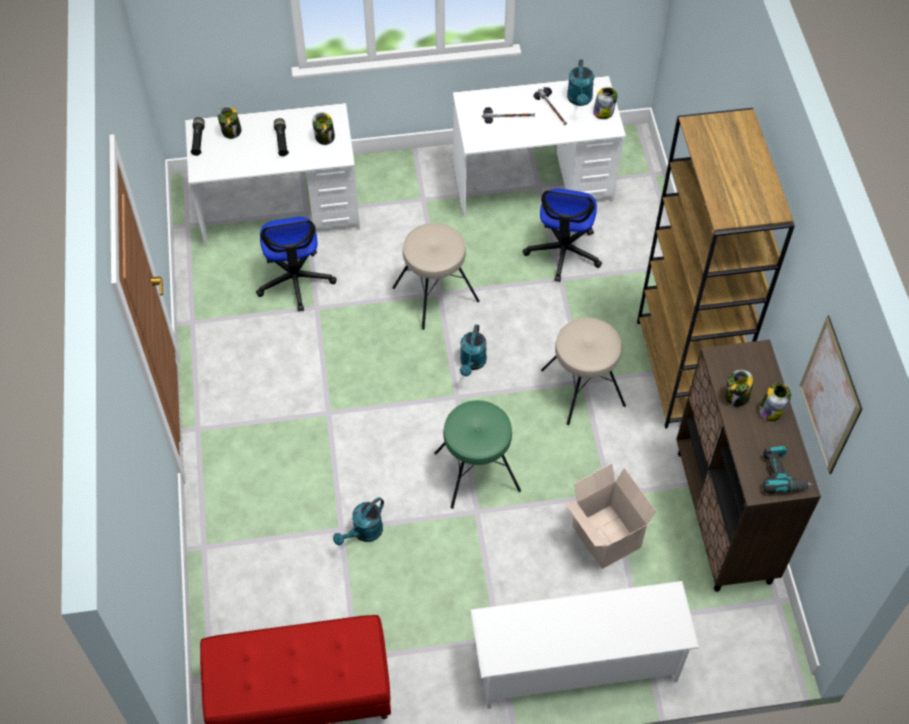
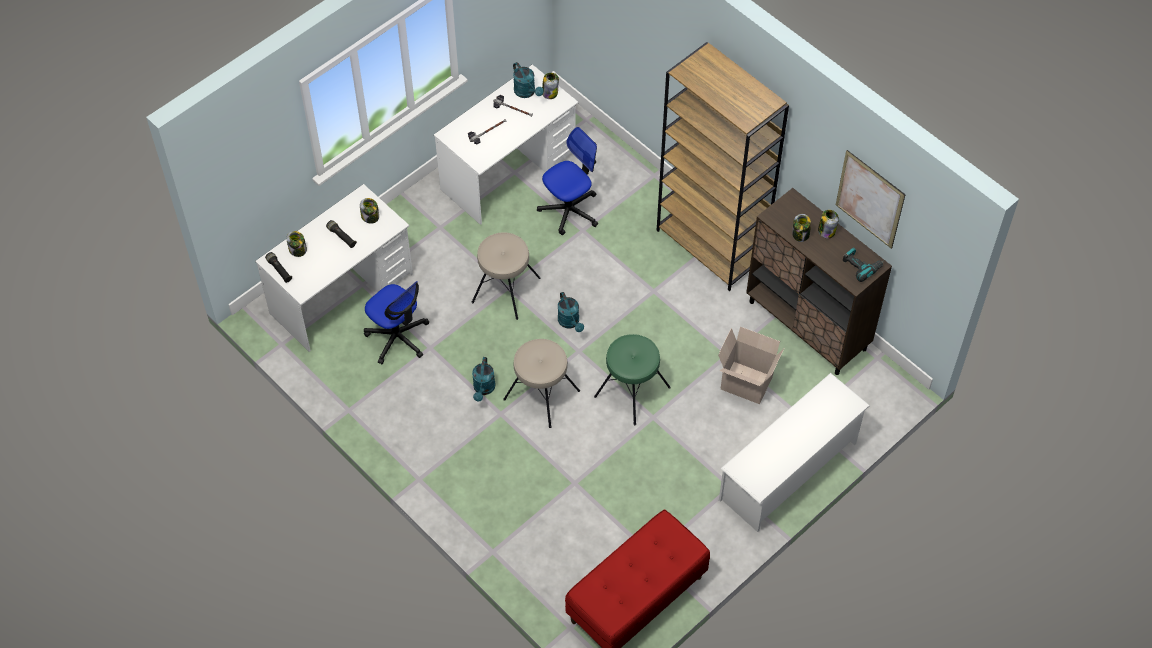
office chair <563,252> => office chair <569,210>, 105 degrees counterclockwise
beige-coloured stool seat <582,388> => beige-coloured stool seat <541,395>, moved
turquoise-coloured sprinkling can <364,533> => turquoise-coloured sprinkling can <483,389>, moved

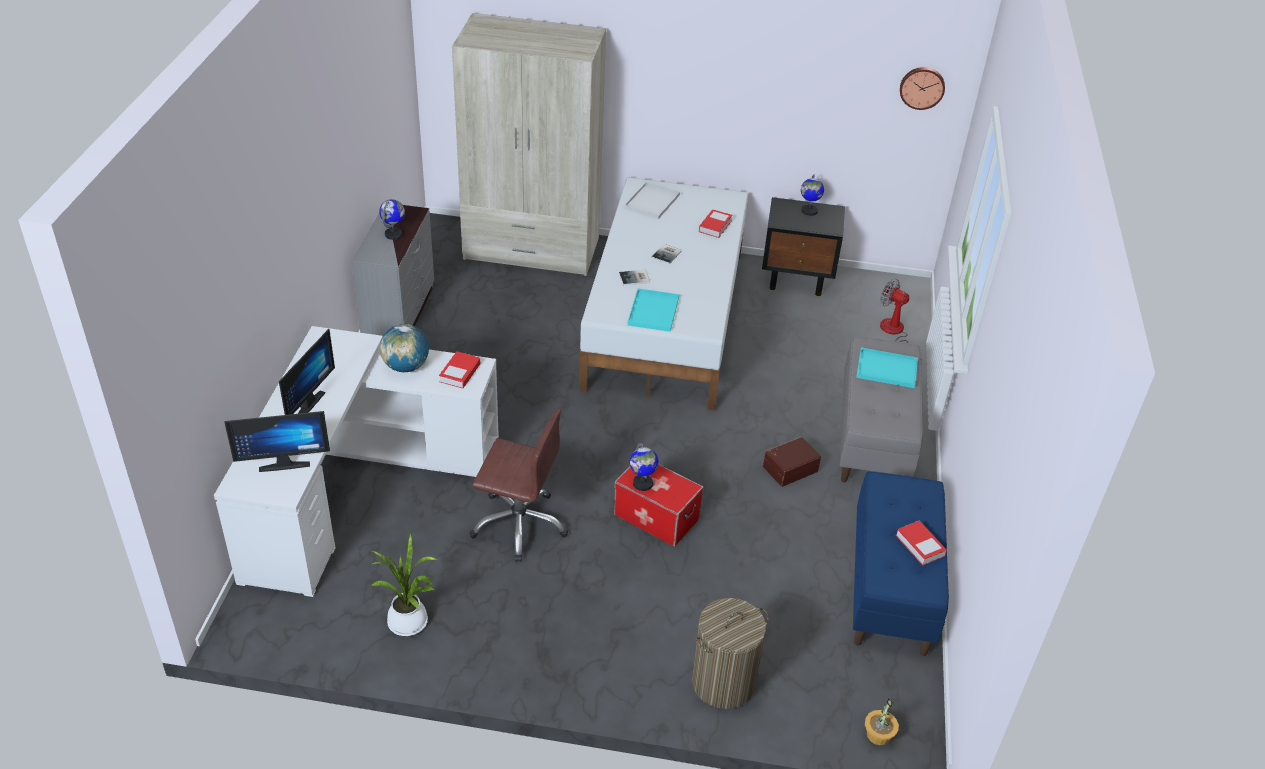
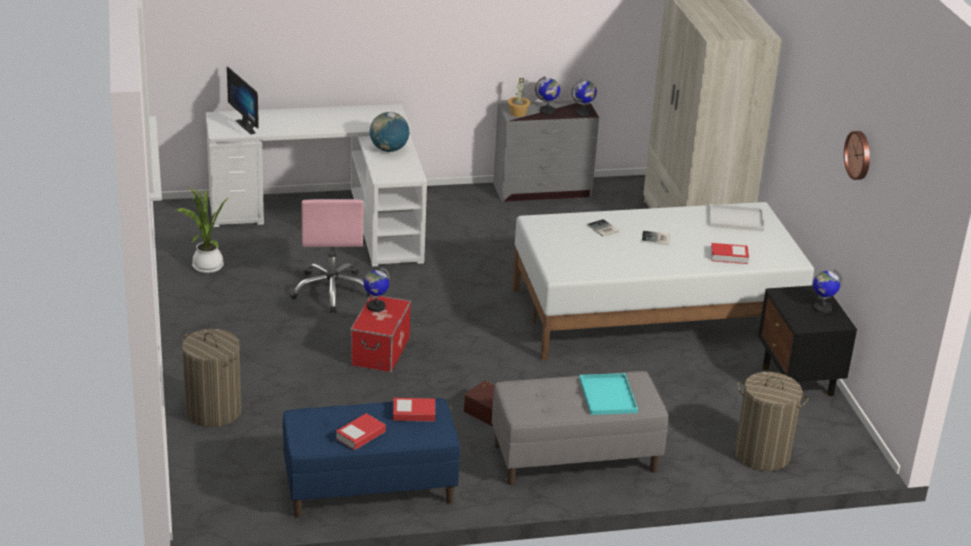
hanging clock <922,87> => hanging clock <859,155>, moved
fan <893,332> => hamper <762,454>
turquoise-coloured carrying tray <654,312> => nothing
computer screen <305,404> => nothing
book <460,373> => book <414,413>, moved
brownish office chair <519,524> => pink-coloured office chair <332,291>
houseplant <878,734> => houseplant <518,113>, moved
nothing => globe <583,113>

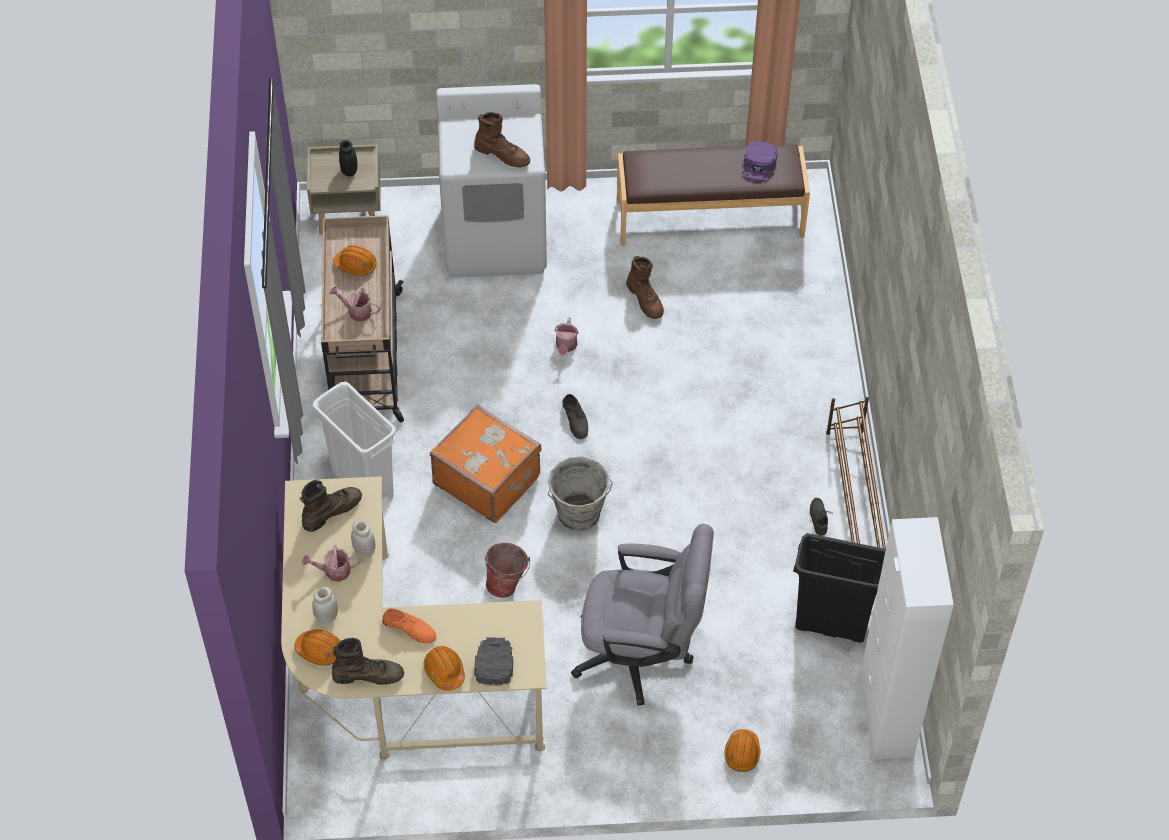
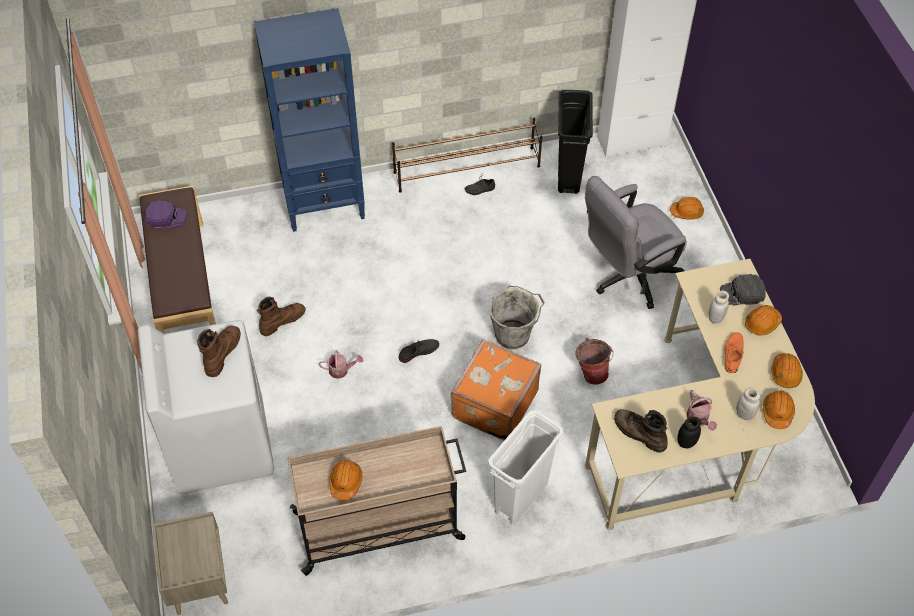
black storage jar <349,171> => black storage jar <686,442>, moved
sprinkling can <356,311> => nothing
white-coloured storage jar <364,551> => white-coloured storage jar <715,318>, moved
greyish office chair <642,655> => greyish office chair <628,277>, 120 degrees counterclockwise
brownish boot <368,674> => orangey hard hat <785,373>
nothing => bluish shelving unit <325,204>

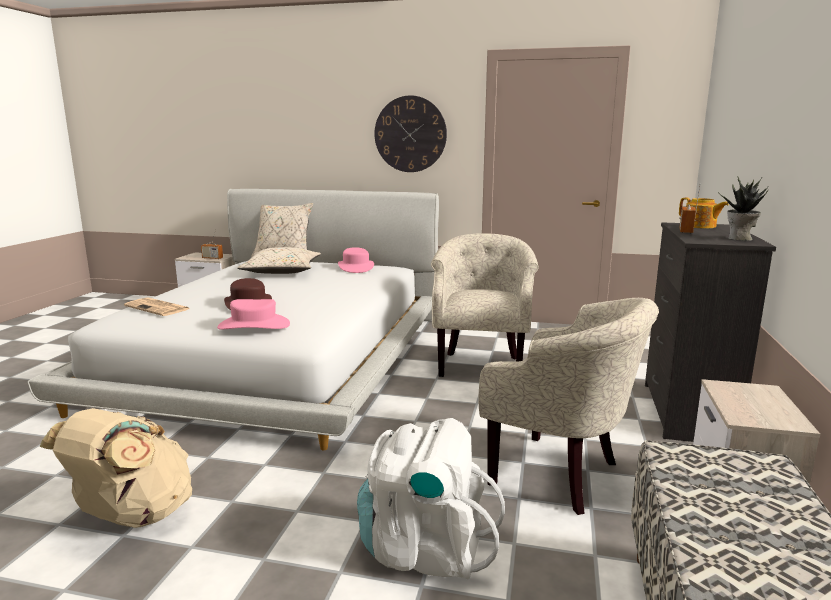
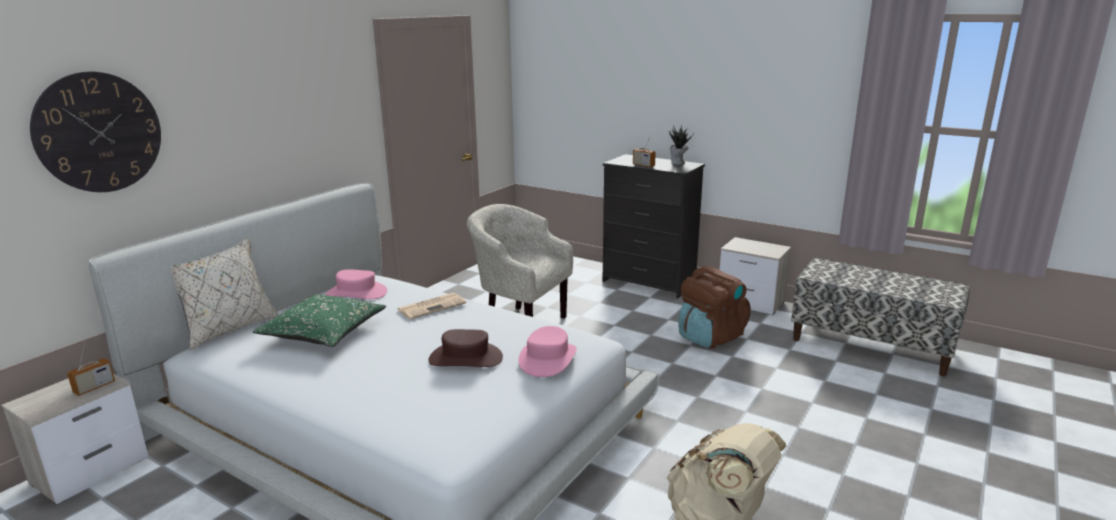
hanging clock <410,134> => hanging clock <99,132>, moved
pot for tea <700,226> => nothing
beige-coloured cushion <281,272> => green-coloured cushion <324,333>
printed paper <158,308> => printed paper <432,306>, moved
beige-coloured lounge chair <562,475> => brownish rucksack <710,337>
white-coloured rucksack <425,549> => nothing

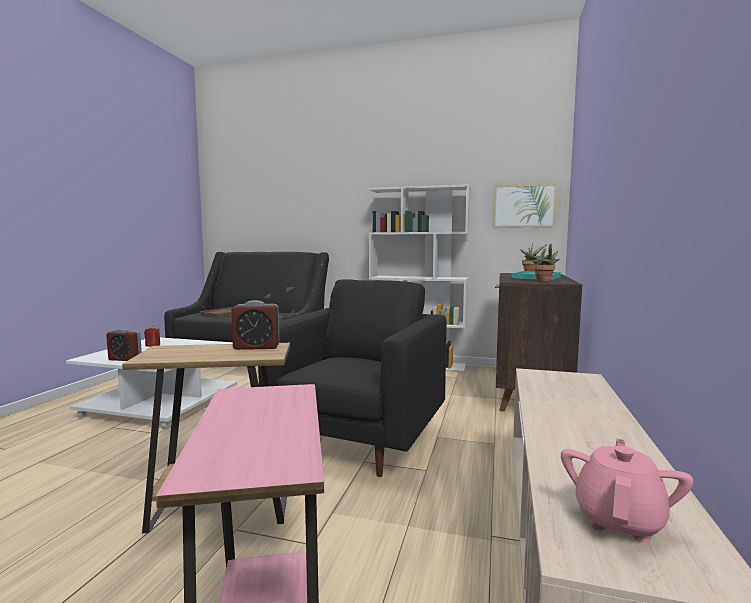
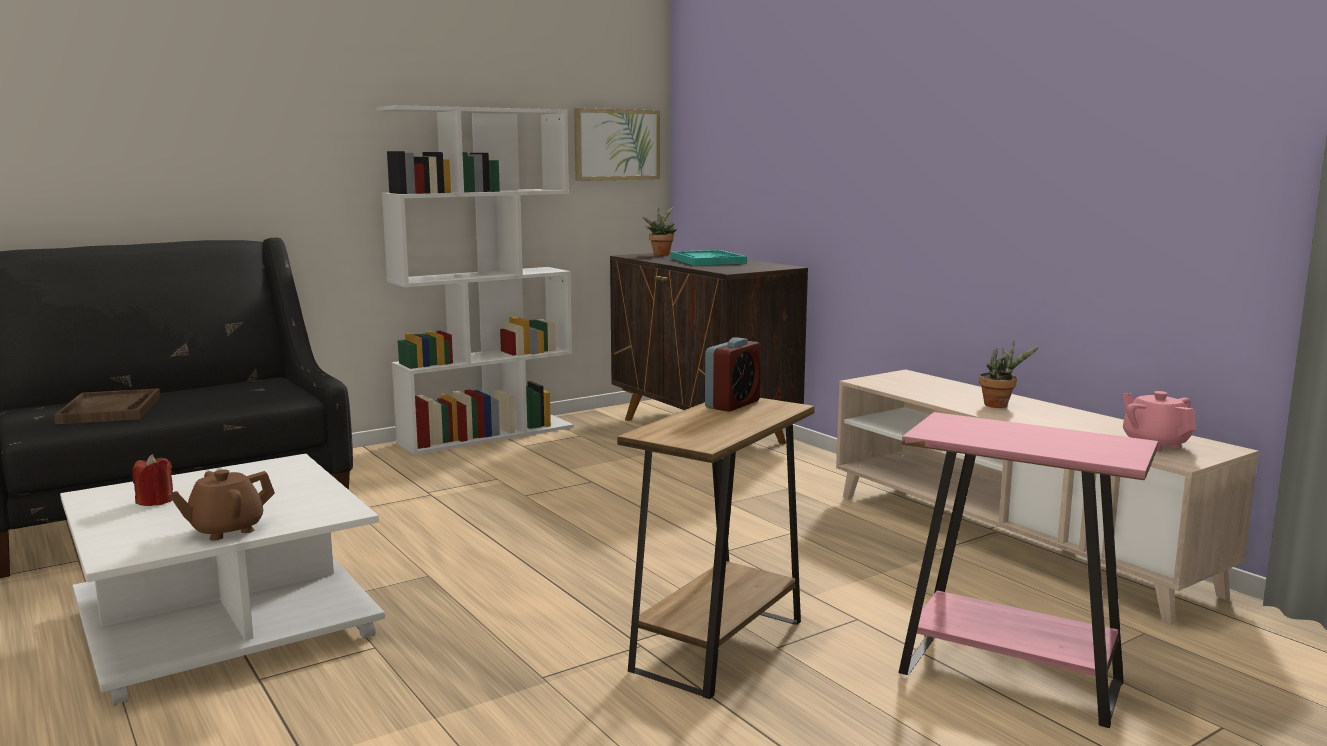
houseplant <544,281> => houseplant <999,405>, moved
black lounge chair <359,440> => nothing
table clock <125,359> => brownish pot for tea <226,530>

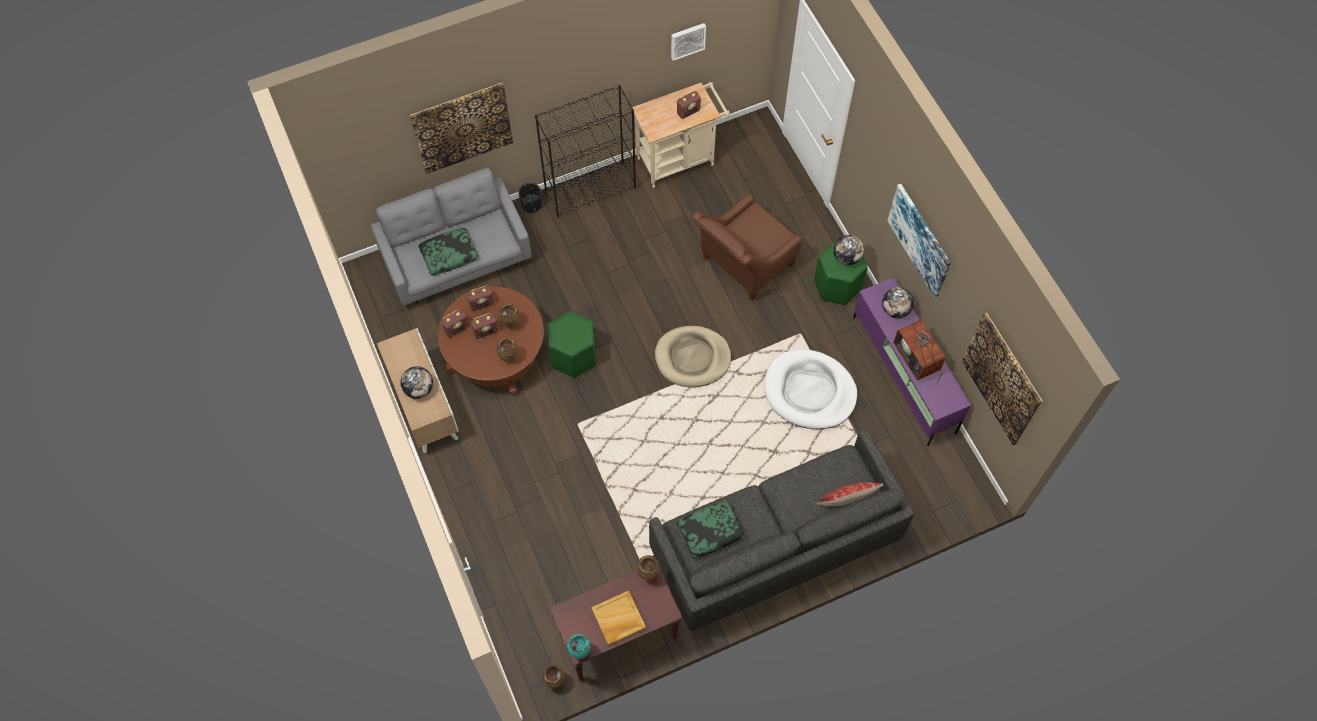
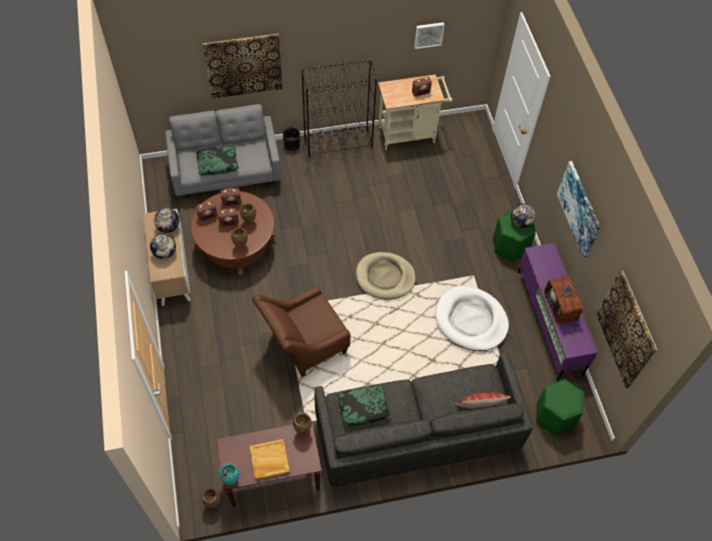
brownish lounge chair <743,265> => brownish lounge chair <303,345>, moved
globe <895,310> => globe <168,227>, moved
green-coloured stool seat <573,356> => green-coloured stool seat <554,416>, moved

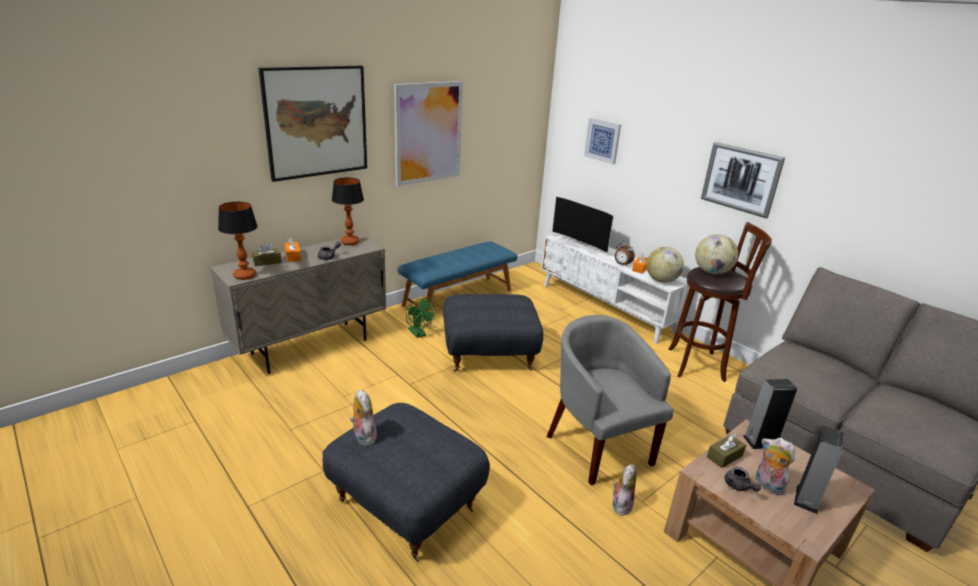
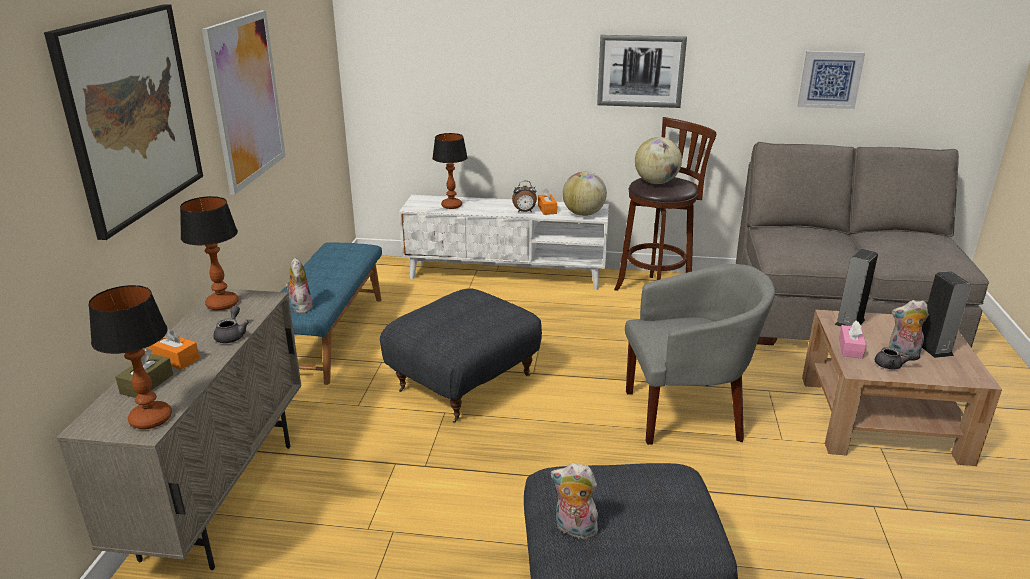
picture <602,140> => picture <830,79>, moved
television <581,244> => tabletop lamp <452,205>
green-coloured fan <419,334> => nothing
greyish lounge chair <598,445> => greyish lounge chair <687,413>, 150 degrees clockwise
brownish box of tissues <724,456> => pink-coloured box of tissues <850,348>
plush toy <620,504> => plush toy <300,307>, moved

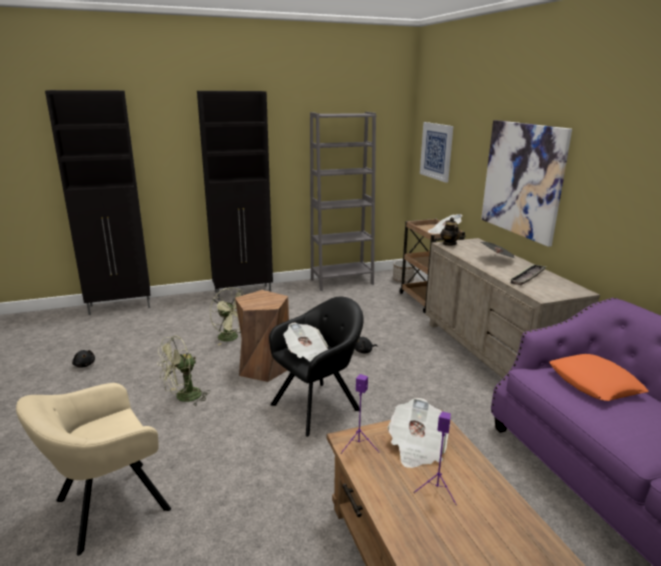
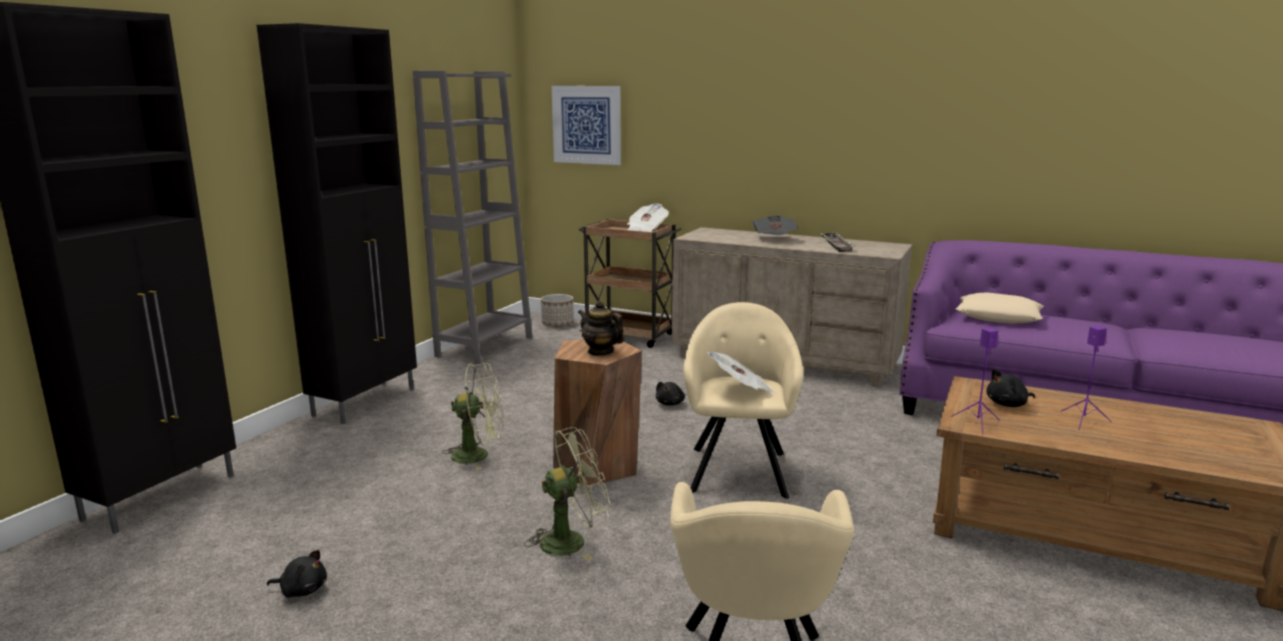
picture <522,179> => nothing
pot for tea <449,244> => pot for tea <600,351>, moved
black lounge chair <318,406> => beige-coloured lounge chair <738,469>
green-coloured fan <183,397> => green-coloured fan <571,540>, 120 degrees counterclockwise
orangey cushion <594,383> => beige-coloured cushion <998,316>
printed paper <416,447> => black plush toy <1008,404>

